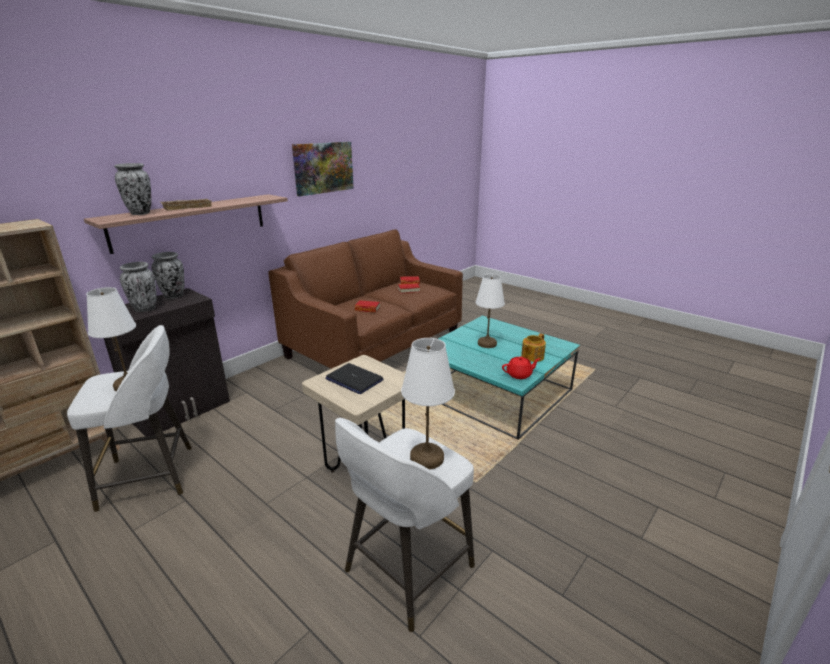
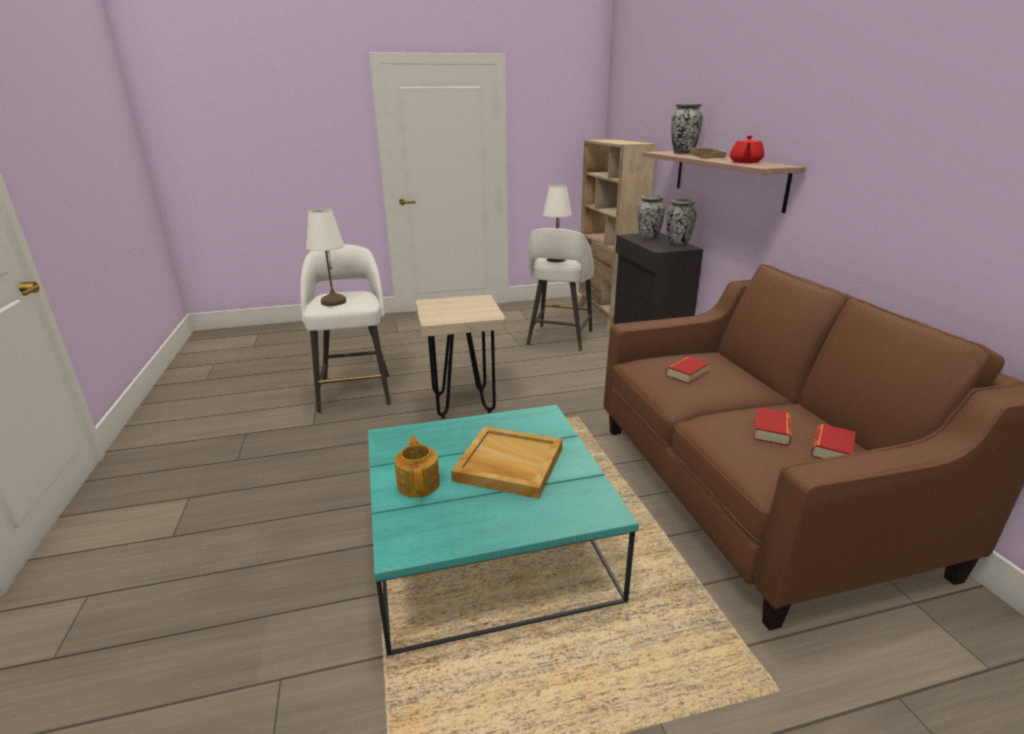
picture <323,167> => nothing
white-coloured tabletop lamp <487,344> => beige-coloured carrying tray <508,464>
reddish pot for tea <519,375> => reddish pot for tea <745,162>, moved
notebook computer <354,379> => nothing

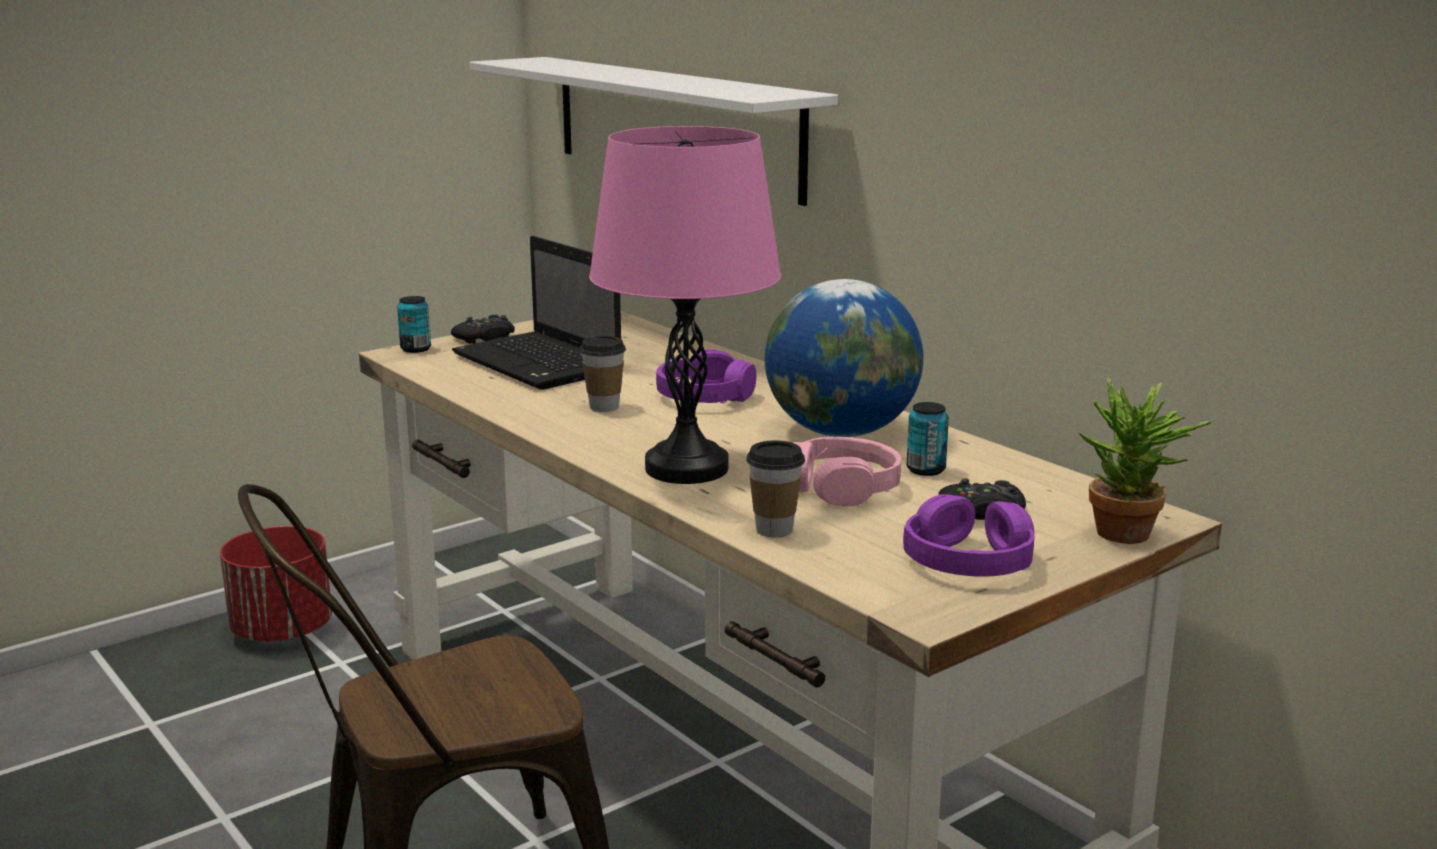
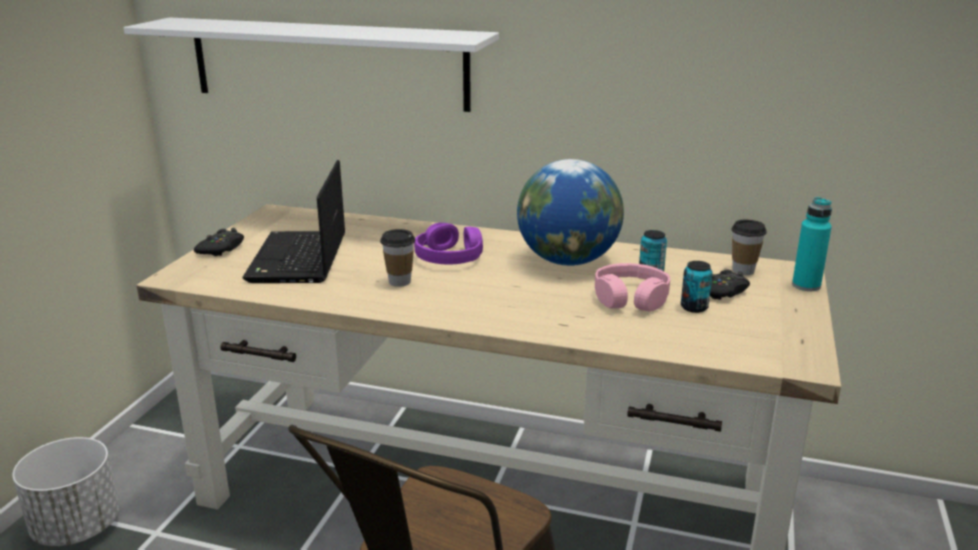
pink-coloured tabletop lamp <686,468> => nothing
notebook computer <540,364> => notebook computer <299,260>, 75 degrees clockwise
sealed can <415,349> => sealed can <694,307>, moved
houseplant <1130,538> => turquoise-coloured drink bottle <806,285>
small cup <774,530> => small cup <743,271>, moved
purple-coloured pair of headphones <968,561> => nothing
reddish flower pot <283,632> => white-coloured flower pot <78,527>

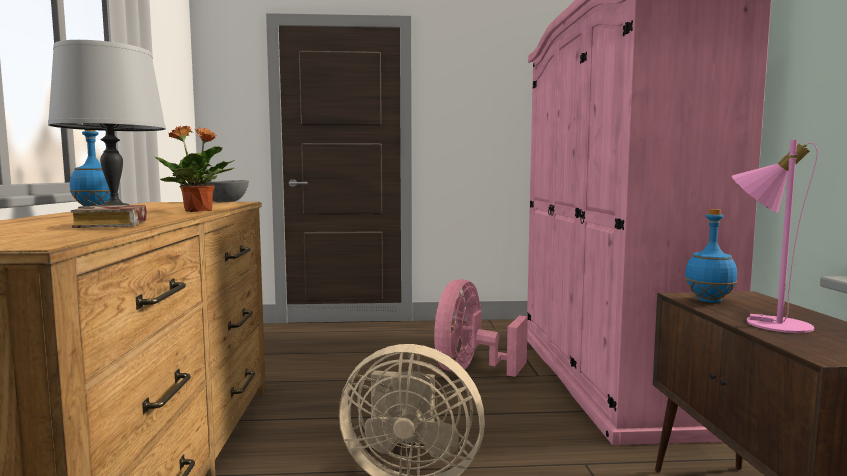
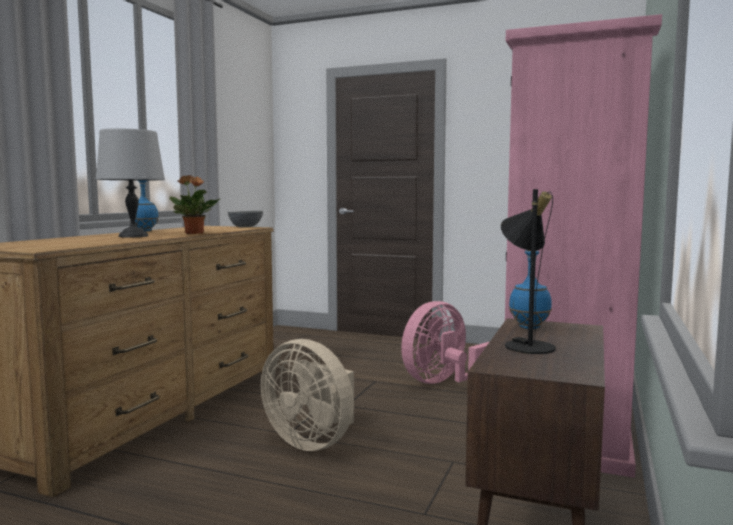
pink-coloured tabletop lamp <766,322> => black tabletop lamp <526,344>
book <114,225> => nothing

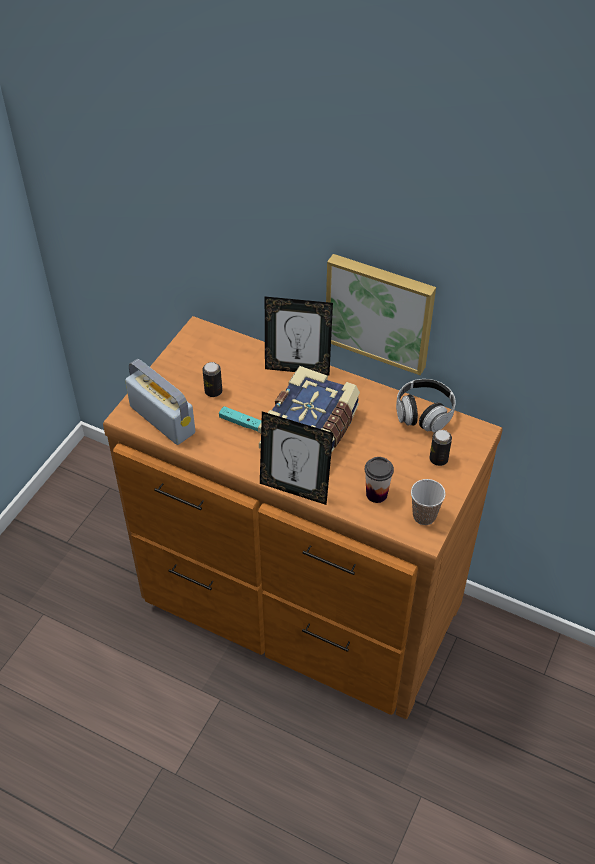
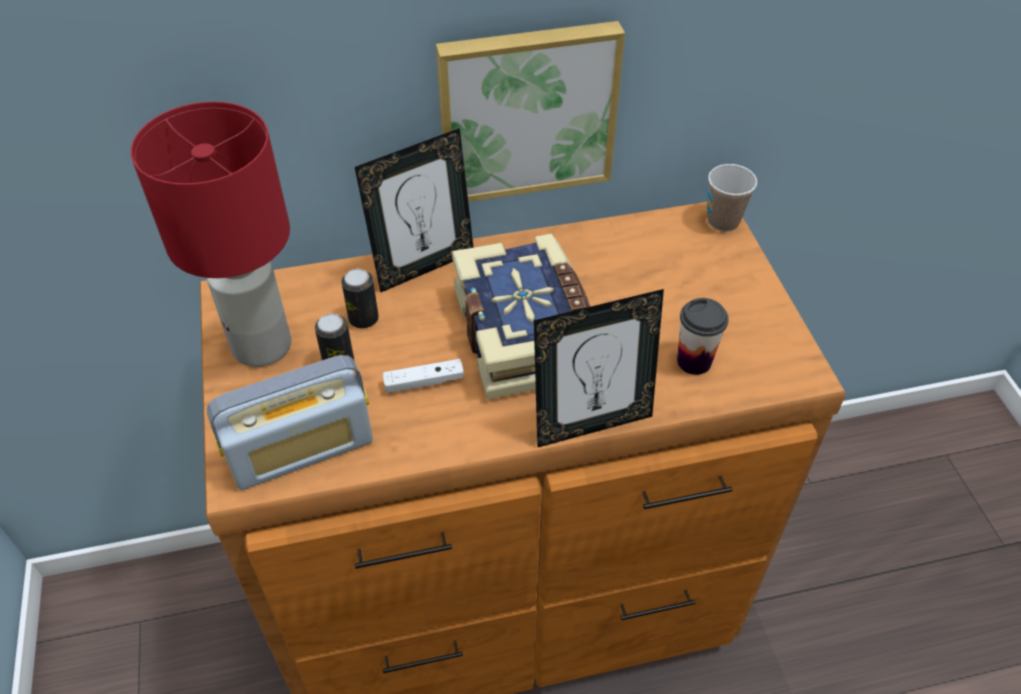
radio receiver <162,419> => radio receiver <302,450>, 150 degrees clockwise
pair of headphones <424,414> => nothing
turquoise-coloured gamepad <241,423> => white-coloured gamepad <424,382>
sealed can <438,459> => sealed can <363,319>, moved
small cup <424,516> => small cup <723,221>, moved
nothing => reddish tabletop lamp <261,347>

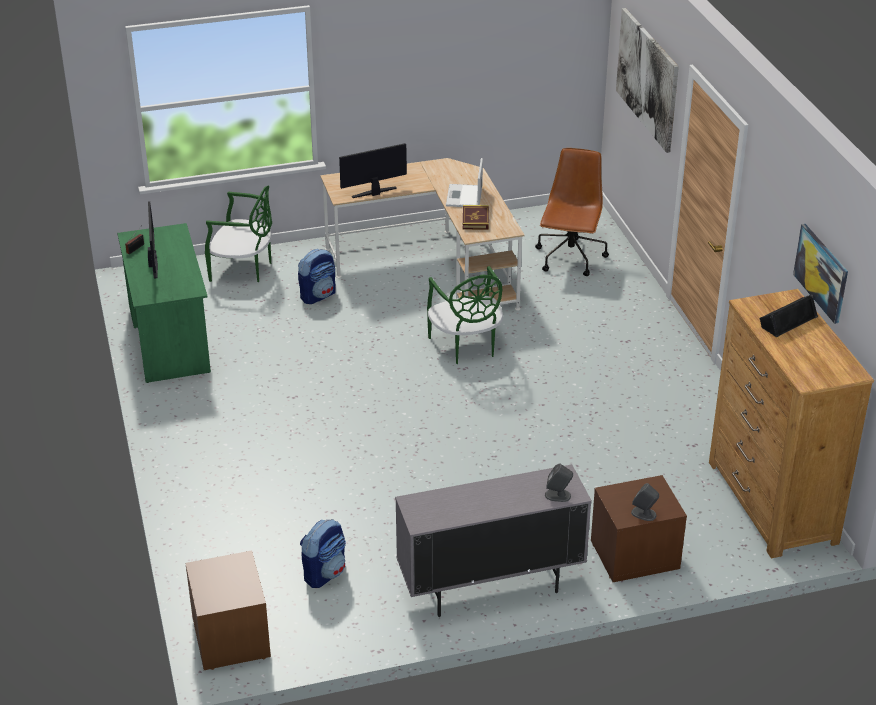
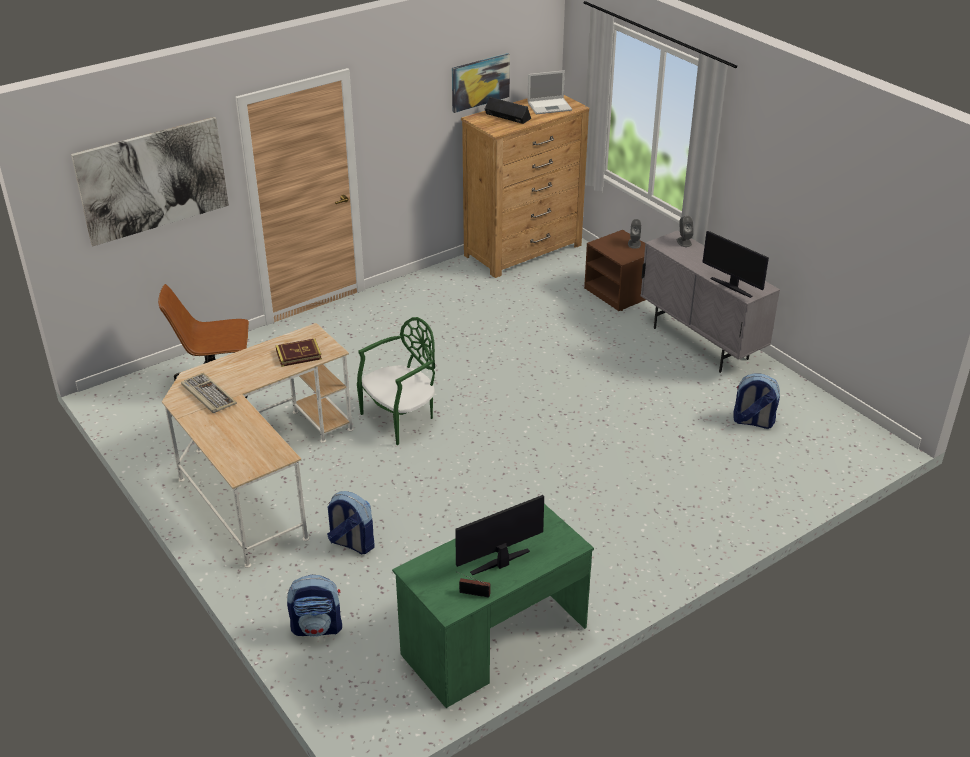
computer screen <374,193> => computer screen <732,287>, moved
notebook computer <464,197> => notebook computer <550,106>, moved
green-coloured upright chair <243,269> => rucksack <317,627>
brownish bedside table <229,636> => nothing
nothing => PC keyboard <208,395>

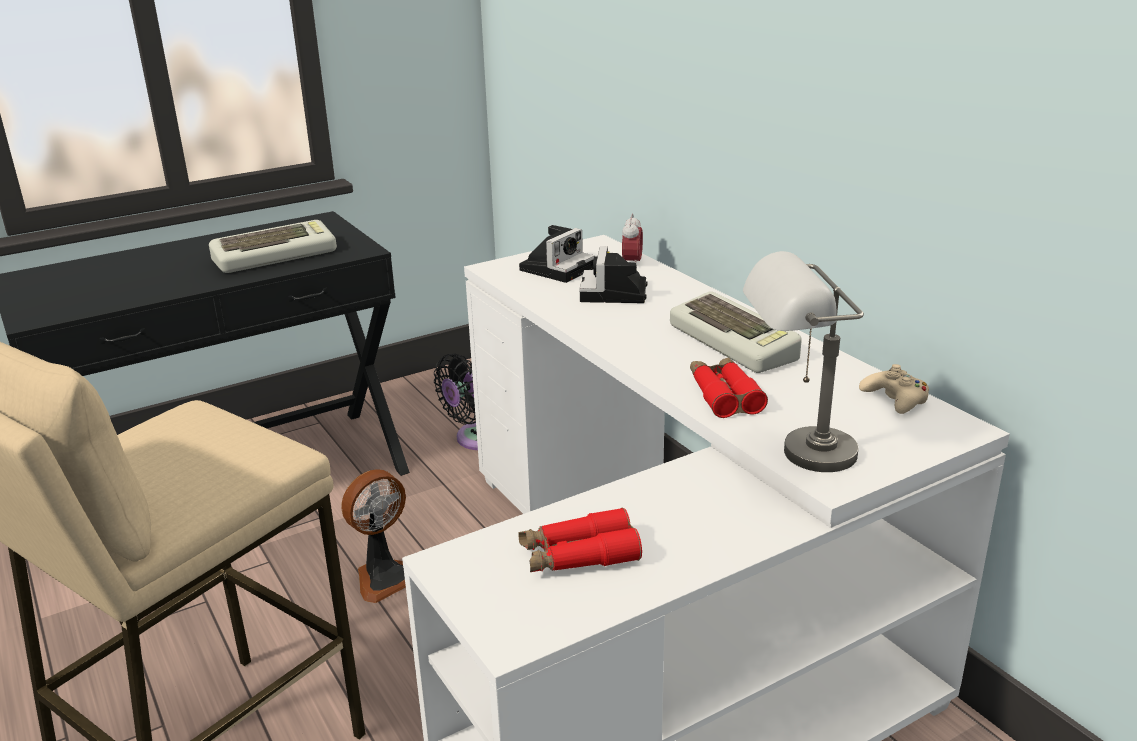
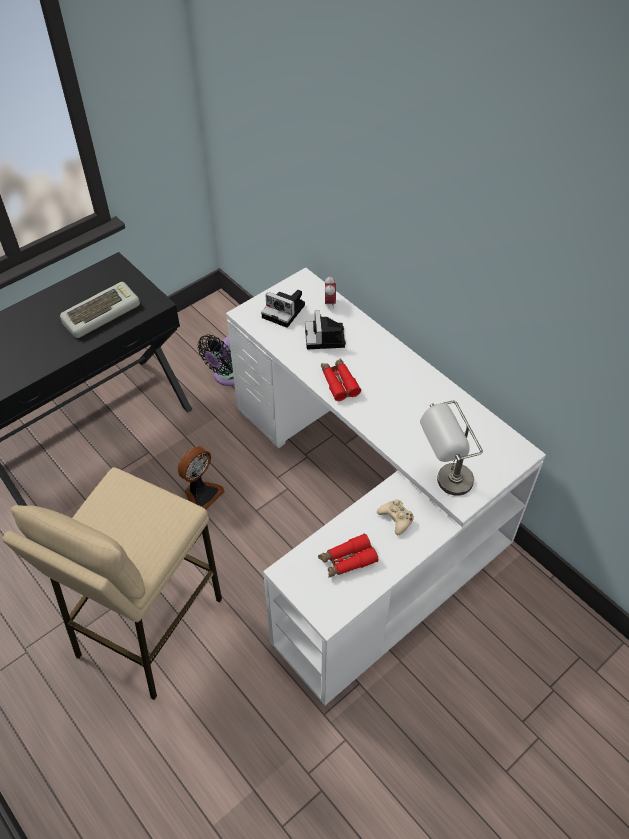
still camera <558,268> => still camera <285,311>, 90 degrees clockwise
PC keyboard <736,342> => nothing
reddish field glasses <724,395> => reddish field glasses <339,382>, moved
beige-coloured gamepad <895,399> => beige-coloured gamepad <396,518>, moved

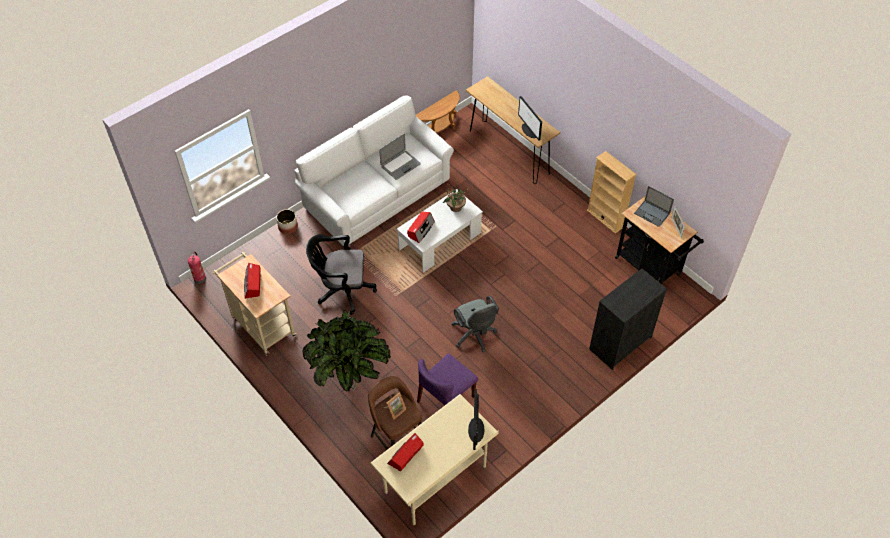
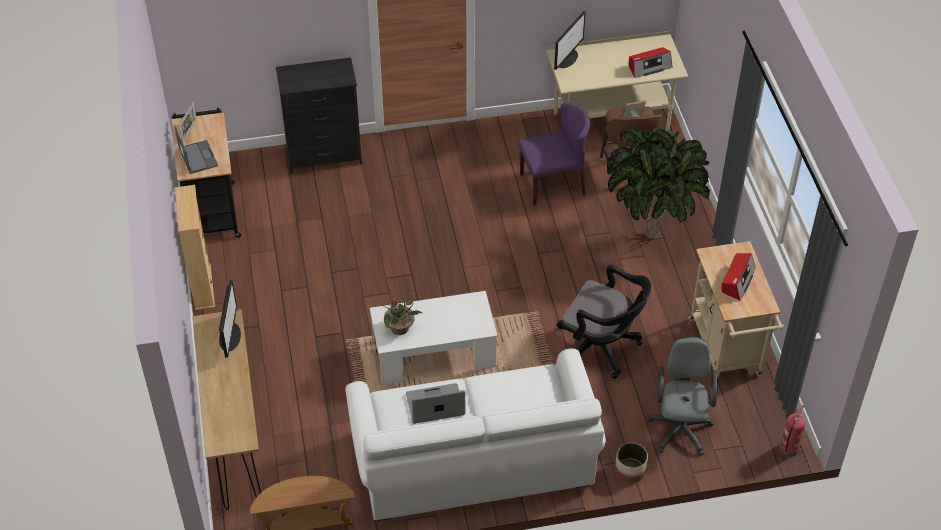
radio receiver <420,229> => nothing
greyish office chair <474,336> => greyish office chair <680,427>, moved

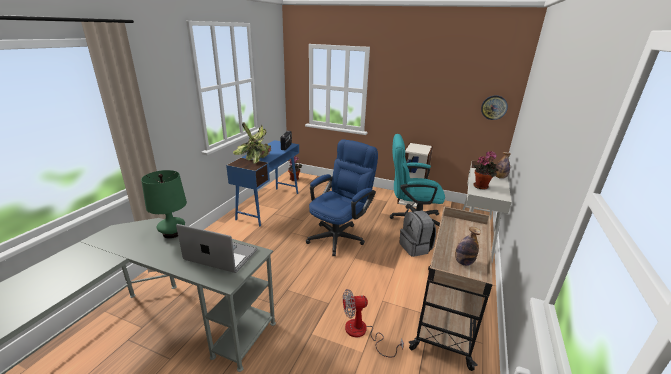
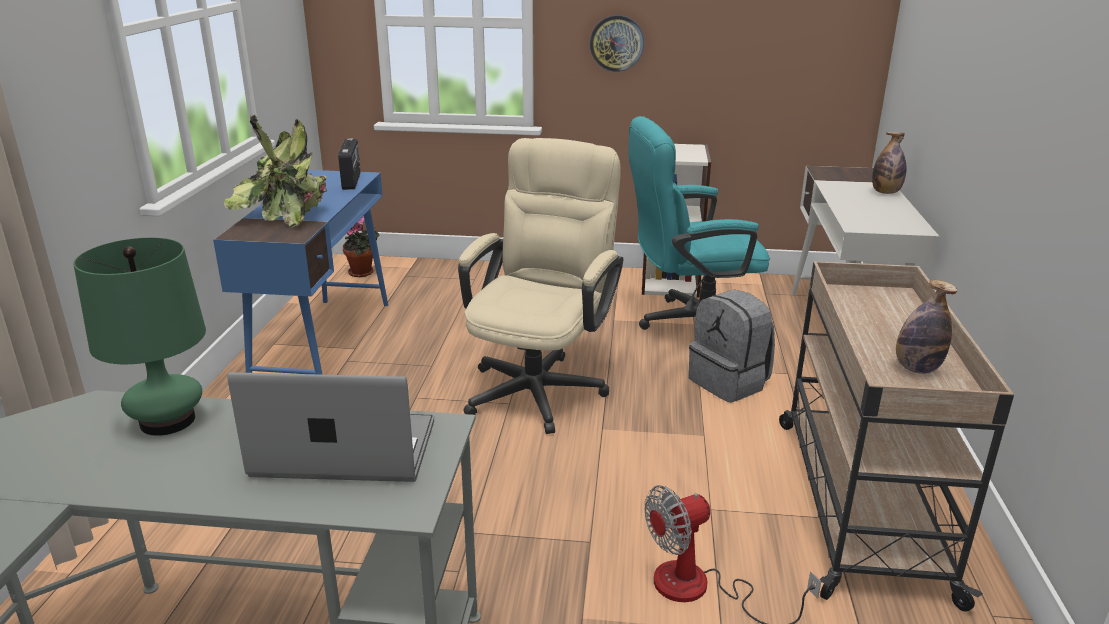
hanging clock <494,107> => hanging clock <616,43>, moved
bluish office chair <339,235> => beige-coloured office chair <540,385>
houseplant <481,186> => nothing

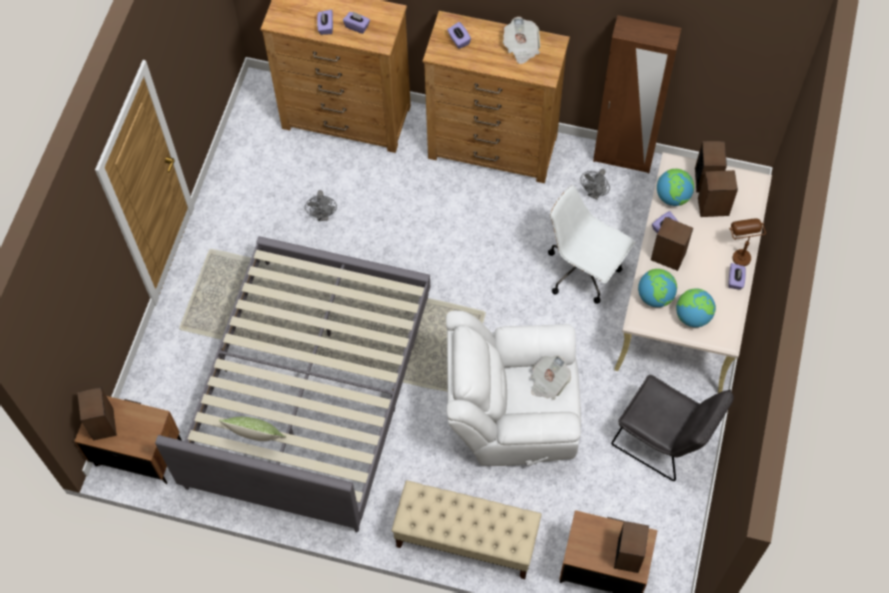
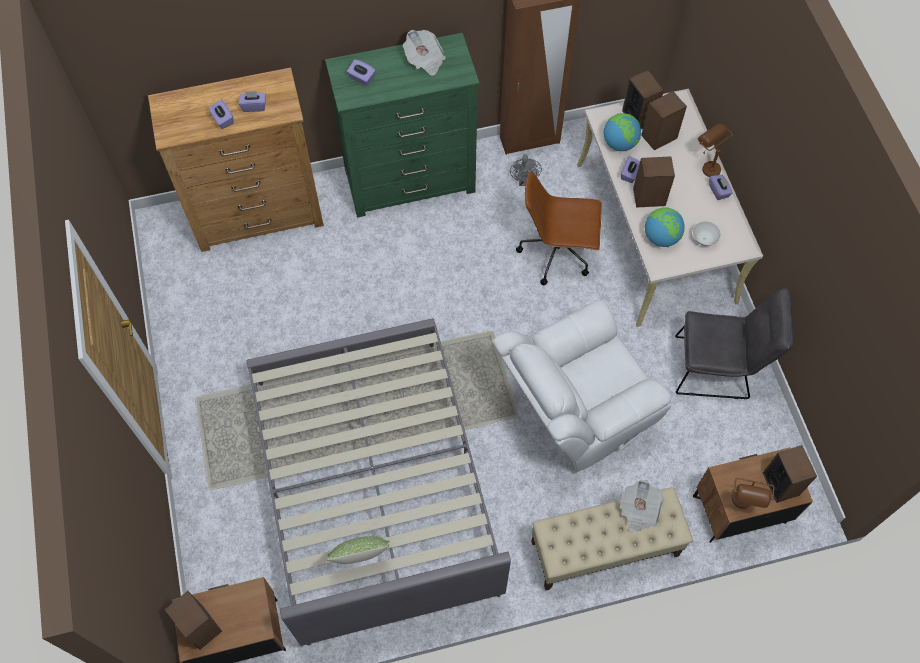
brownish drawer chest <493,147> => green-coloured drawer chest <410,181>
white-coloured office chair <584,271> => brownish office chair <557,253>
greyish fan <323,216> => nothing
globe <692,316> => white-coloured bowl <703,239>
printed paper <548,382> => printed paper <638,511>, moved
nothing => brownish tabletop lamp <742,506>

